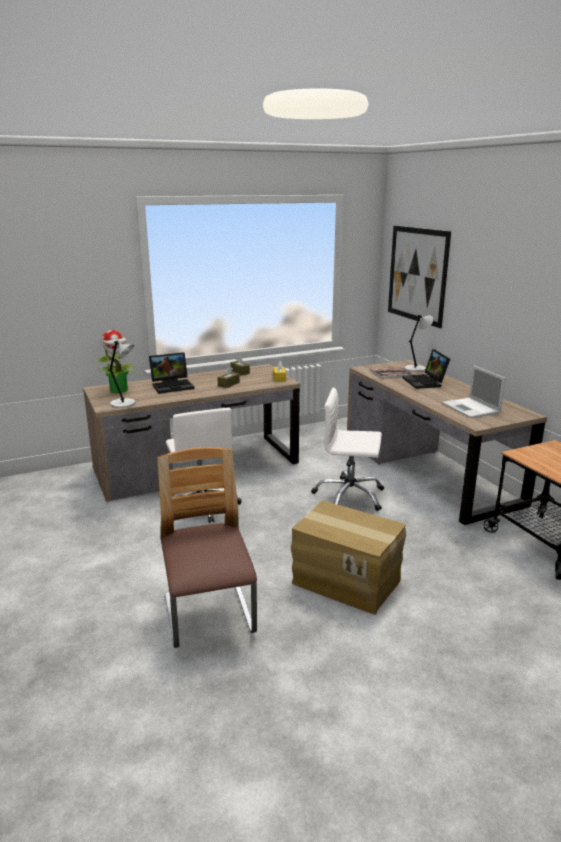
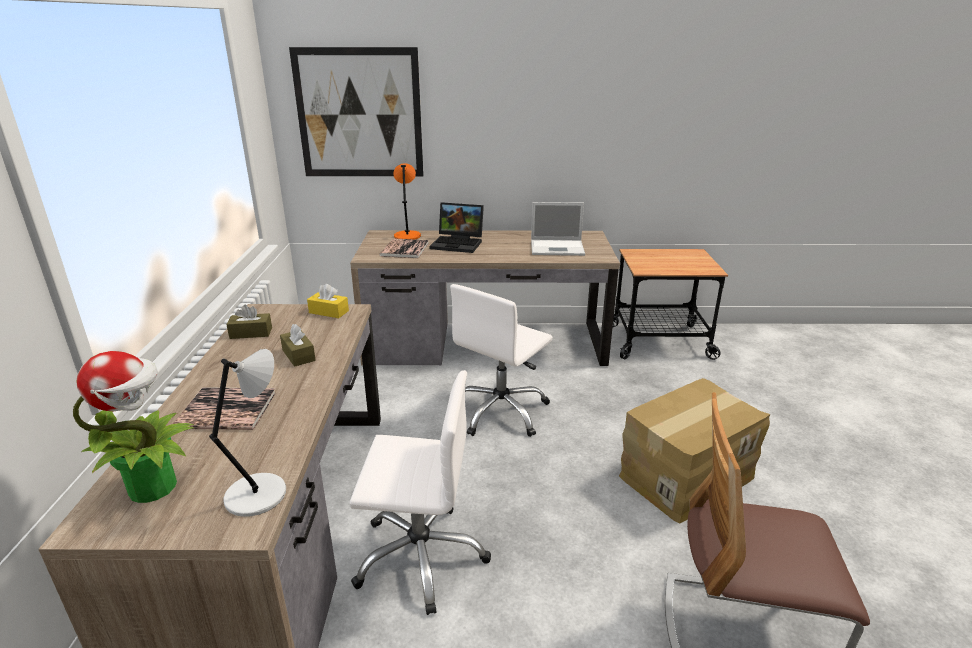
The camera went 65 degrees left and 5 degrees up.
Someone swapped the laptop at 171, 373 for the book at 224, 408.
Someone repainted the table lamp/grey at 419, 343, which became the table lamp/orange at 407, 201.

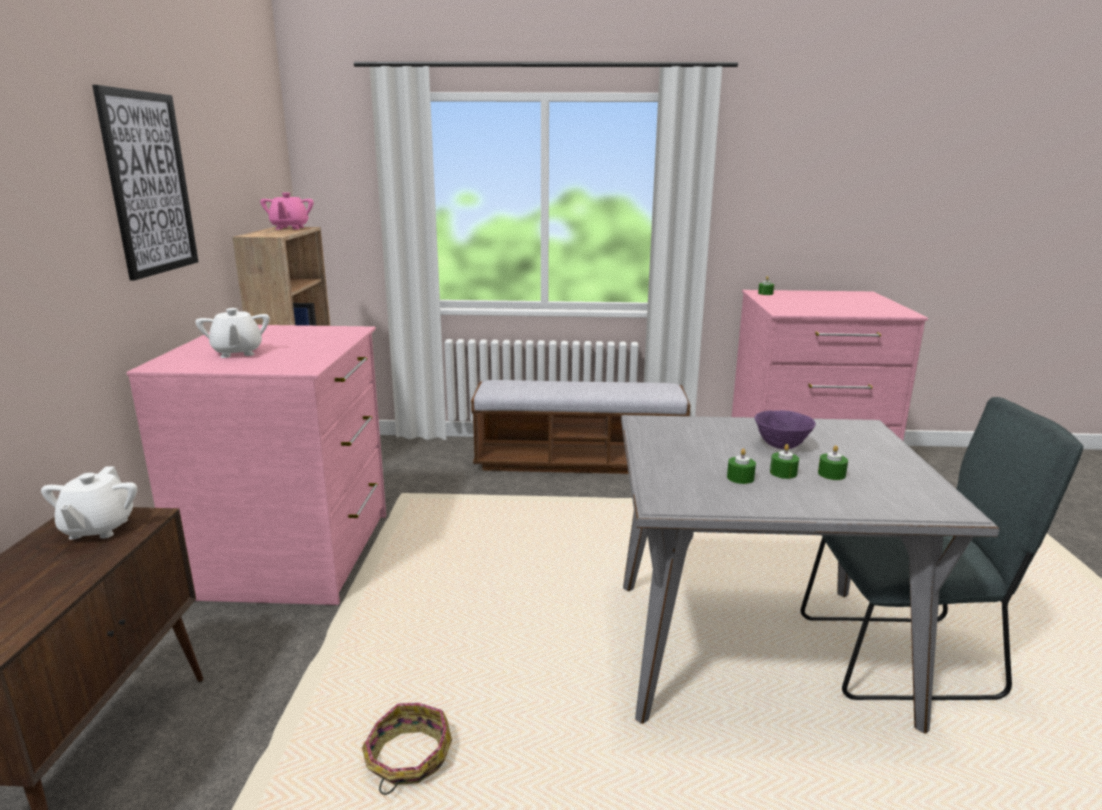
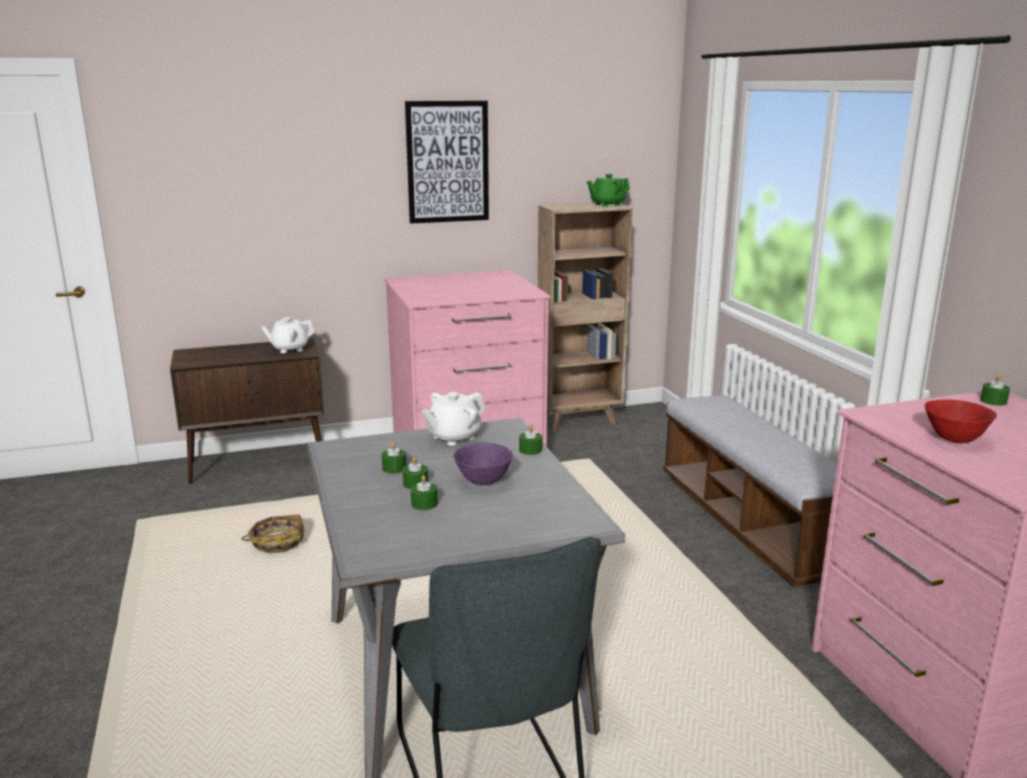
The camera went 70 degrees right and 0 degrees up.
Someone carried the teapot/white from 232, 333 to 453, 419.
Someone put down the candle/green at 530, 440.
Someone repainted the teapot/pink at 287, 211, which became the teapot/green at 608, 190.
Someone put down the bowl/red at 960, 421.

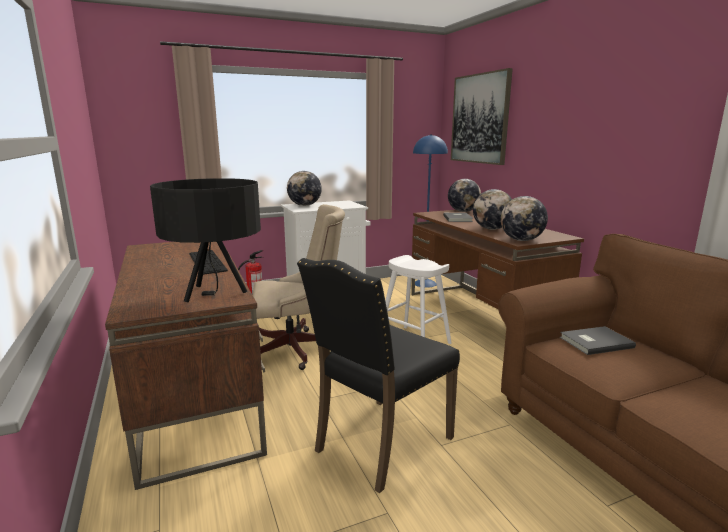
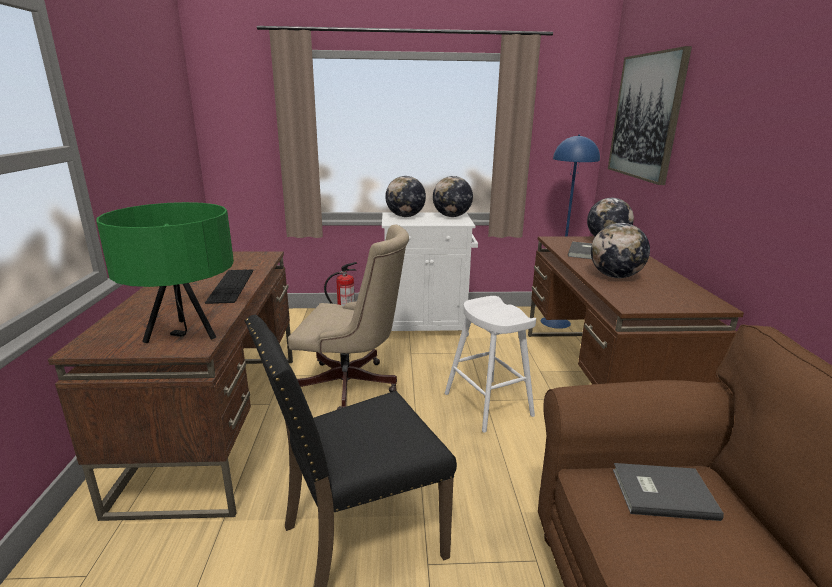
The camera went 20 degrees right and 5 degrees up.
Someone repainted the table lamp/black at 205, 240, which became the table lamp/green at 165, 272.
Someone carried the globe from 524, 218 to 453, 196.

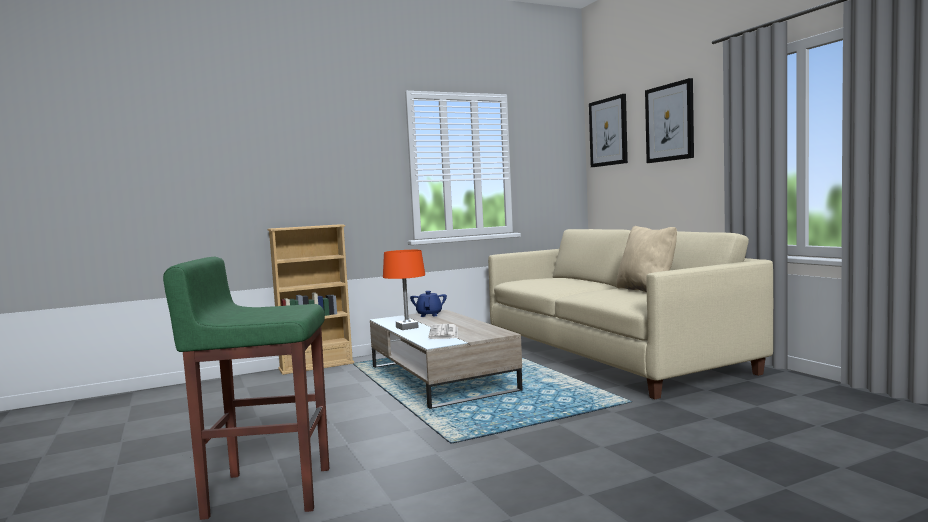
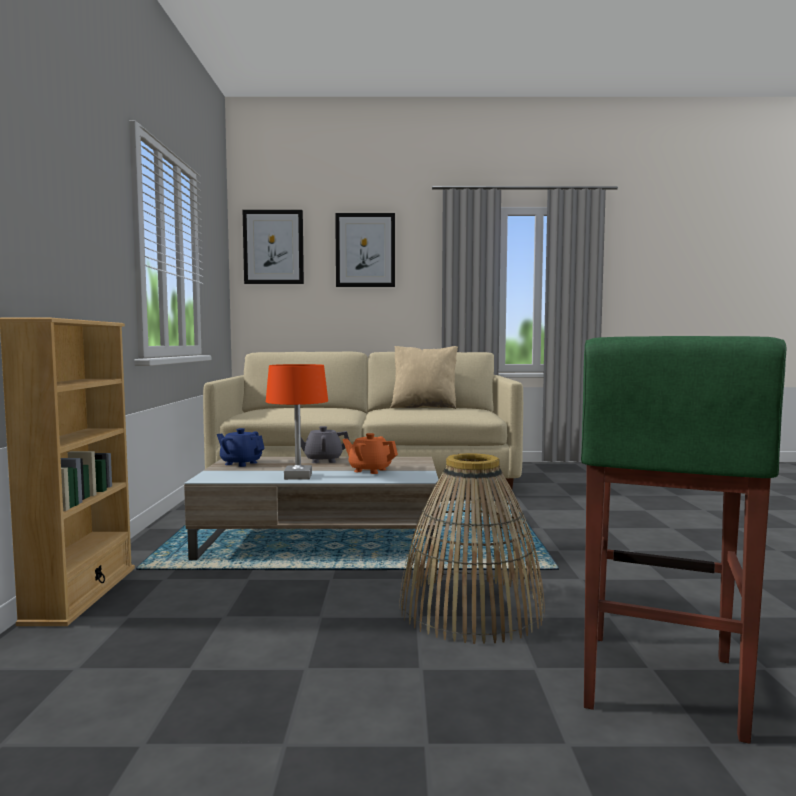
The camera went 65 degrees left and 0 degrees up.
Someone put down the teapot/grey at 325, 444.
Someone swapped the newspaper at 443, 331 for the teapot/orange at 370, 453.
Someone put down the basket at 472, 548.

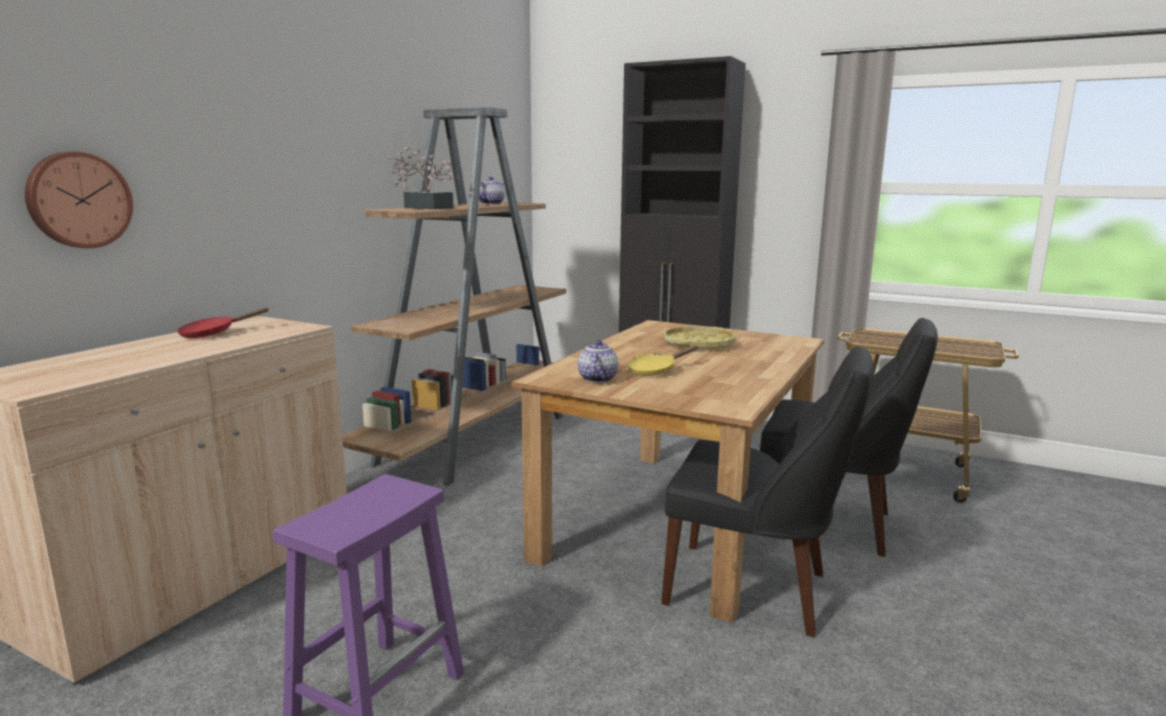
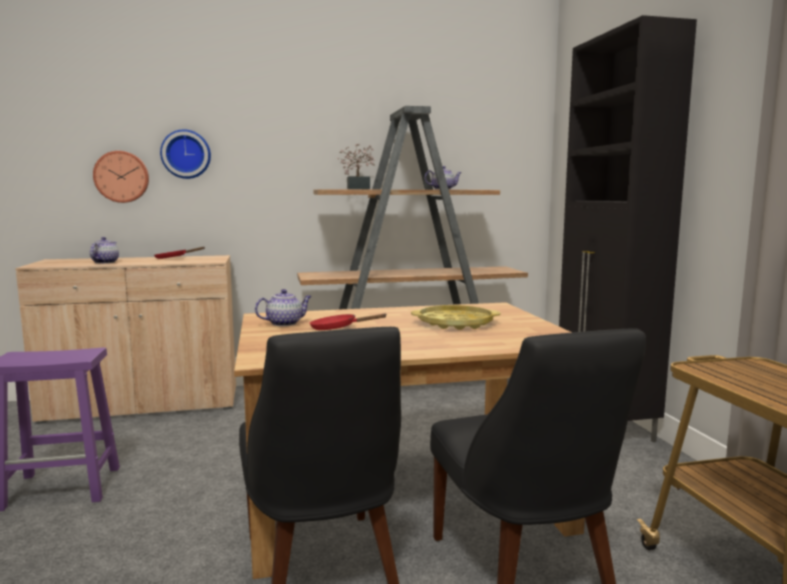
The camera went 50 degrees right and 5 degrees down.
Someone put down the teapot at 104, 250.
Someone put up the wall clock at 185, 154.
Someone repainted the frying pan/yellow at 662, 360, which became the frying pan/red at 348, 322.

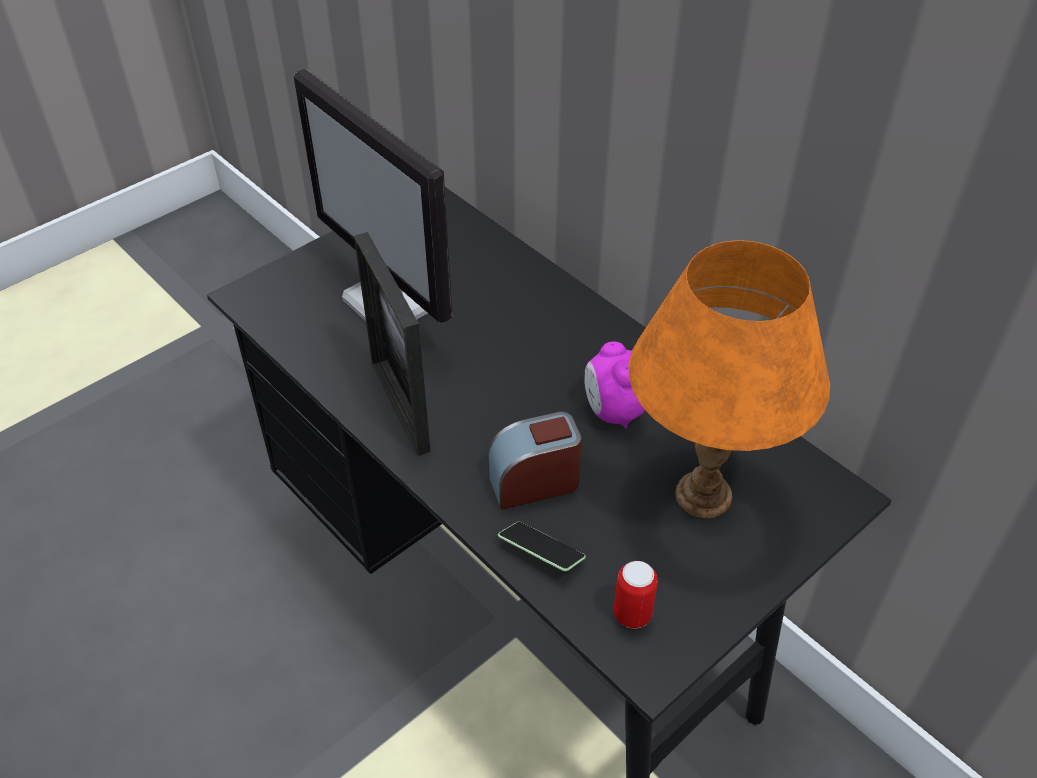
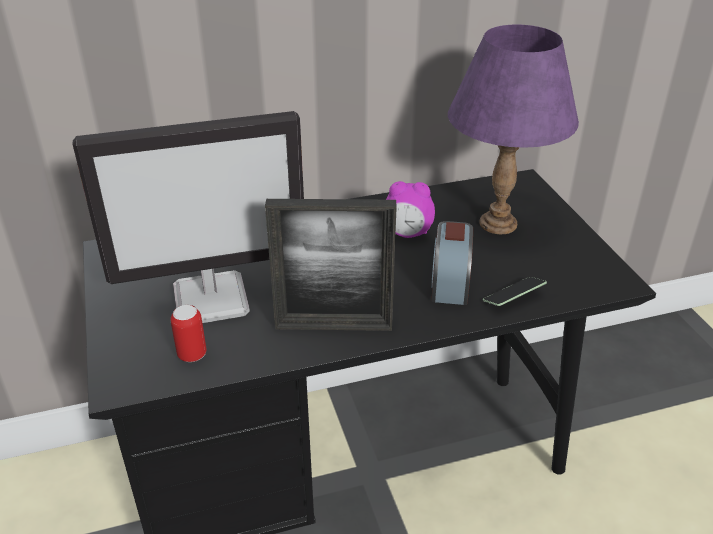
The camera went 65 degrees left and 10 degrees down.
Someone carried the can from 636, 595 to 188, 333.
Someone repainted the table lamp/orange at 729, 379, which became the table lamp/purple at 513, 129.

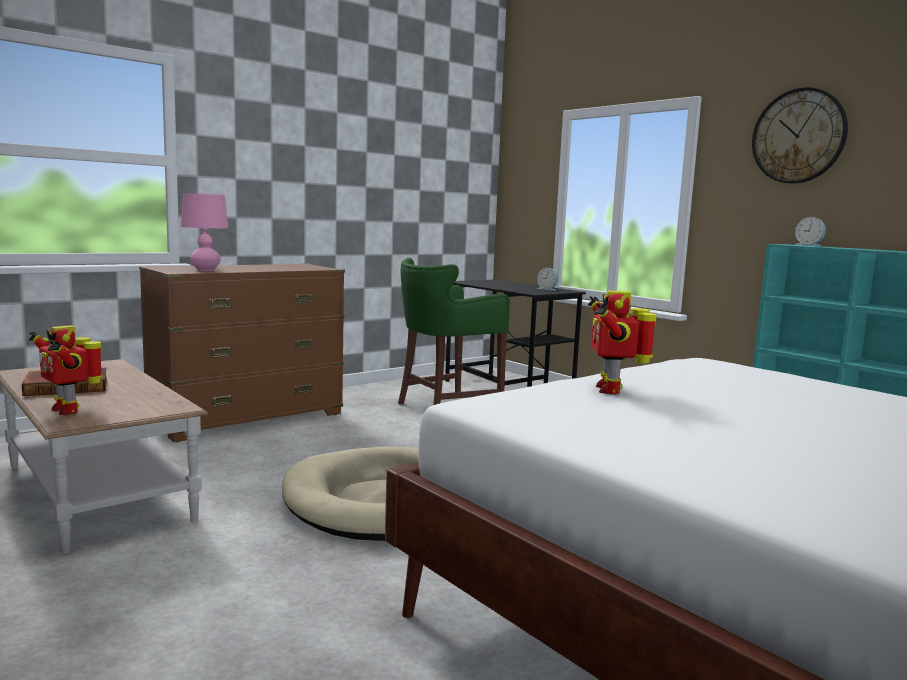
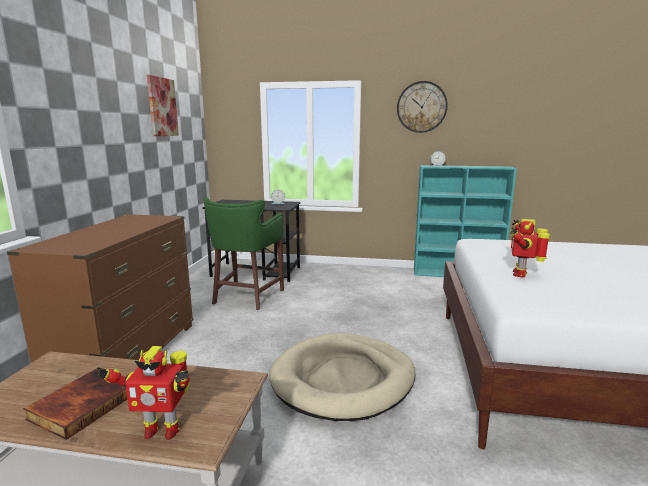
The camera went 40 degrees left and 5 degrees up.
Someone put up the picture at 163, 105.
Someone rotated the toy robot at 622, 342 by 60 degrees clockwise.
Someone took away the table lamp/pink at 204, 232.

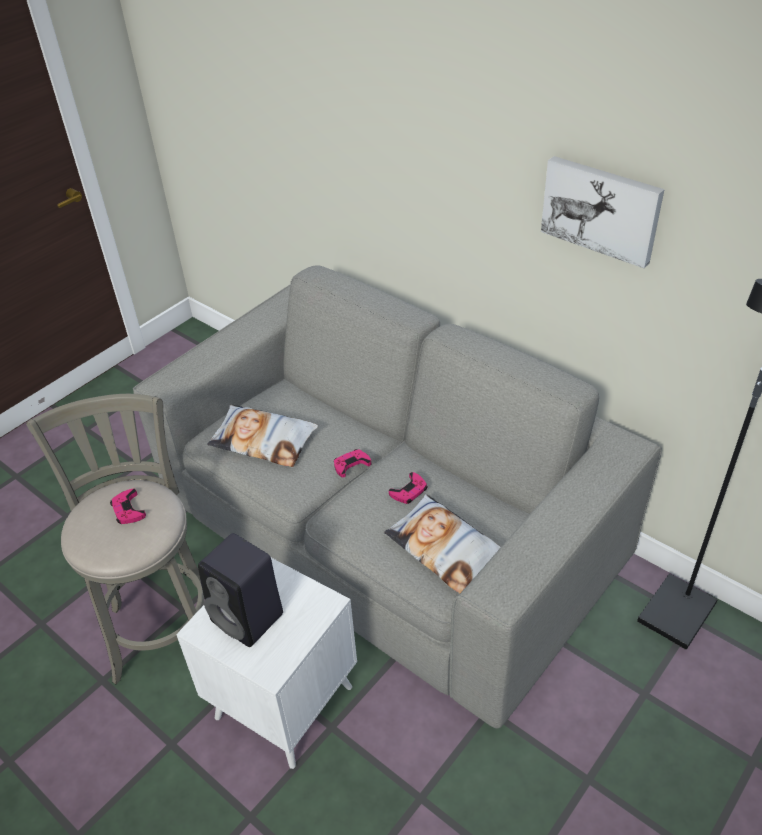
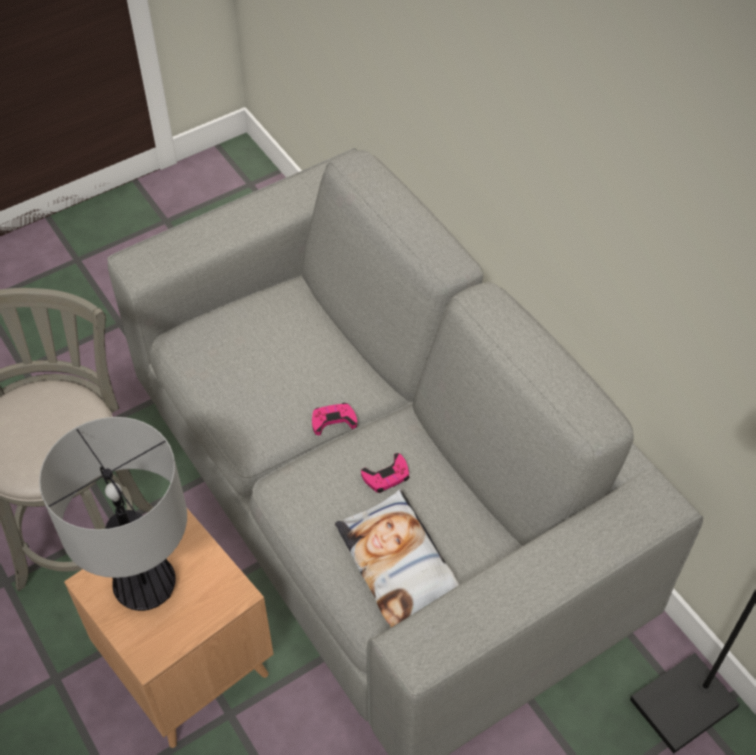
The camera went 15 degrees right and 10 degrees up.
Someone swapped the speaker/black at 240, 590 for the table lamp at 113, 514.
Someone repainted the side table/white at 266, 663, which became the side table/brown at 168, 627.
Someone took away the game controller/pink at 128, 506.
Someone took away the pillow at 262, 436.
Someone took away the picture at 603, 212.

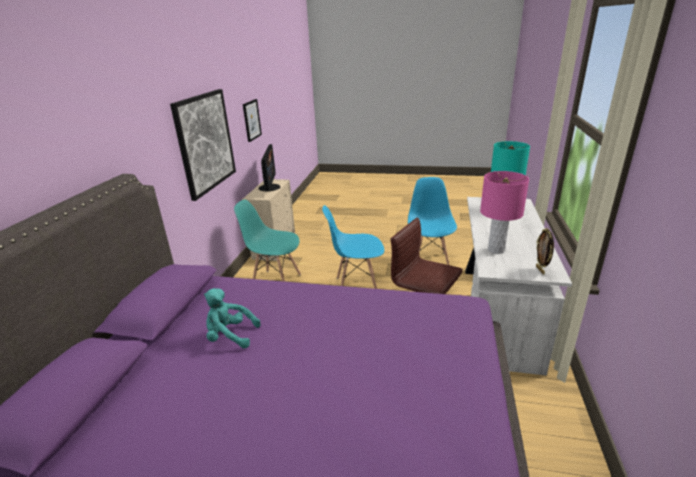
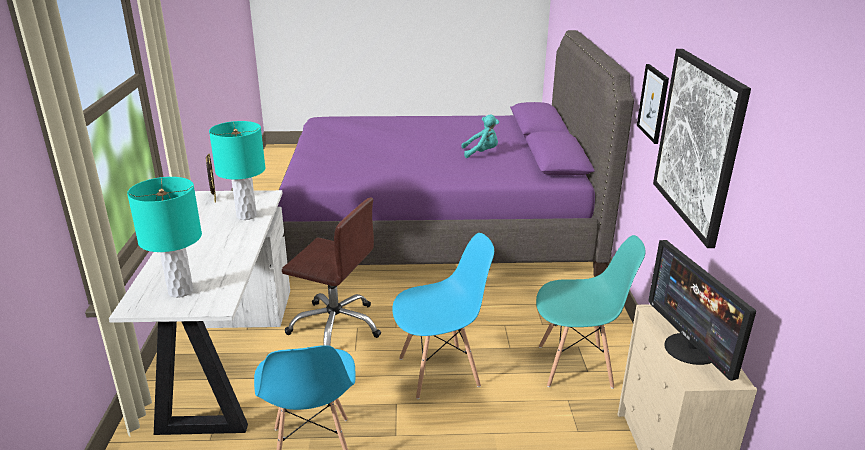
The camera went 165 degrees right and 0 degrees up.
Someone repainted the table lamp/pink at 504, 212, which became the table lamp/turquoise at 237, 170.
Someone carried the picture from 252, 120 to 653, 104.

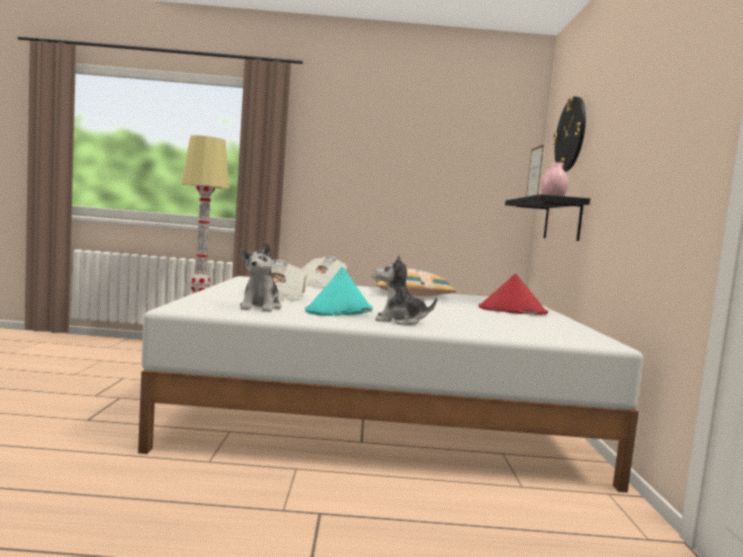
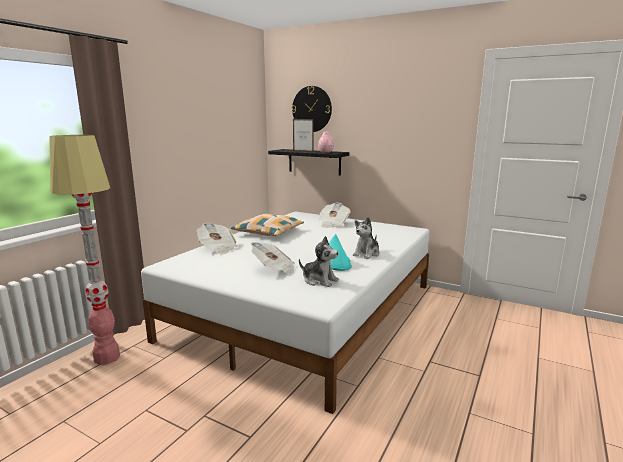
The camera went 60 degrees left and 10 degrees up.
Someone swapped the hat/red at 513, 294 for the newspaper at 335, 215.

